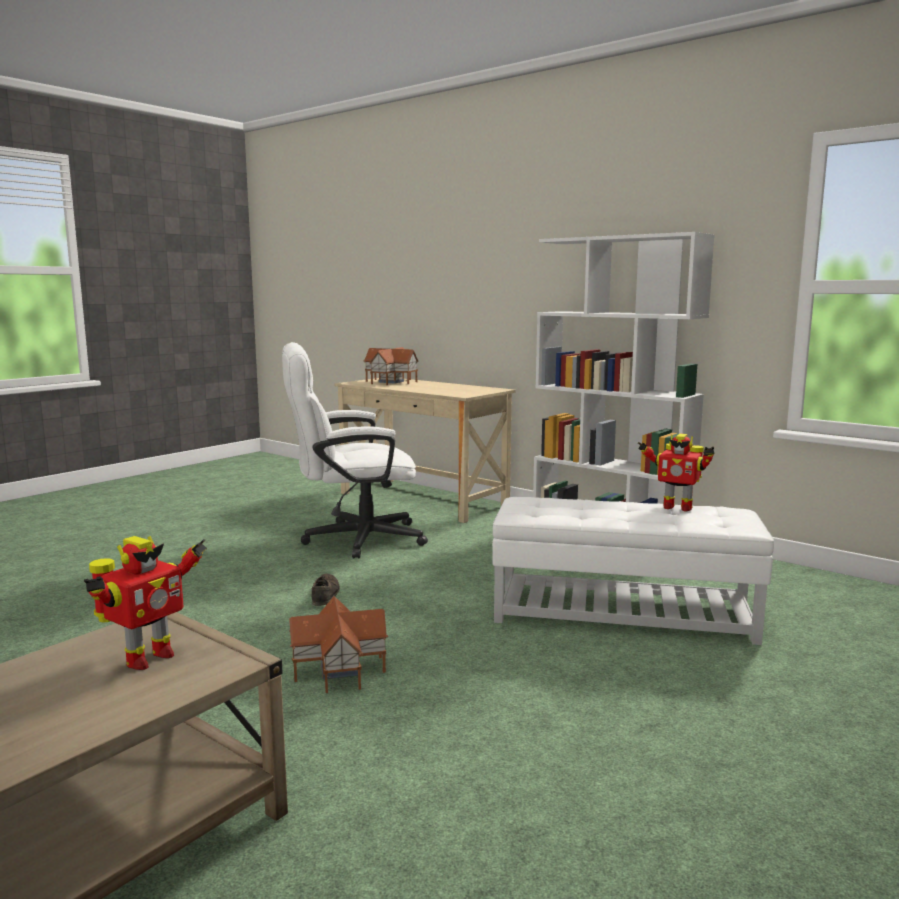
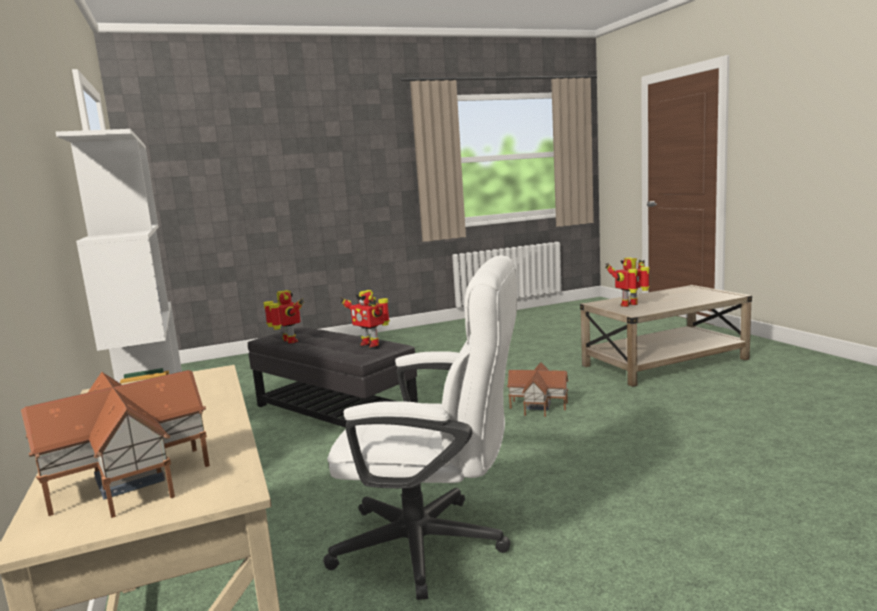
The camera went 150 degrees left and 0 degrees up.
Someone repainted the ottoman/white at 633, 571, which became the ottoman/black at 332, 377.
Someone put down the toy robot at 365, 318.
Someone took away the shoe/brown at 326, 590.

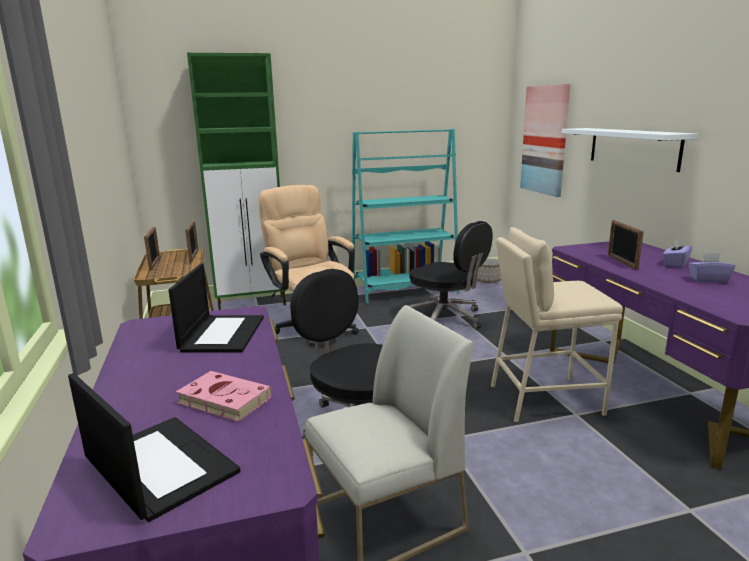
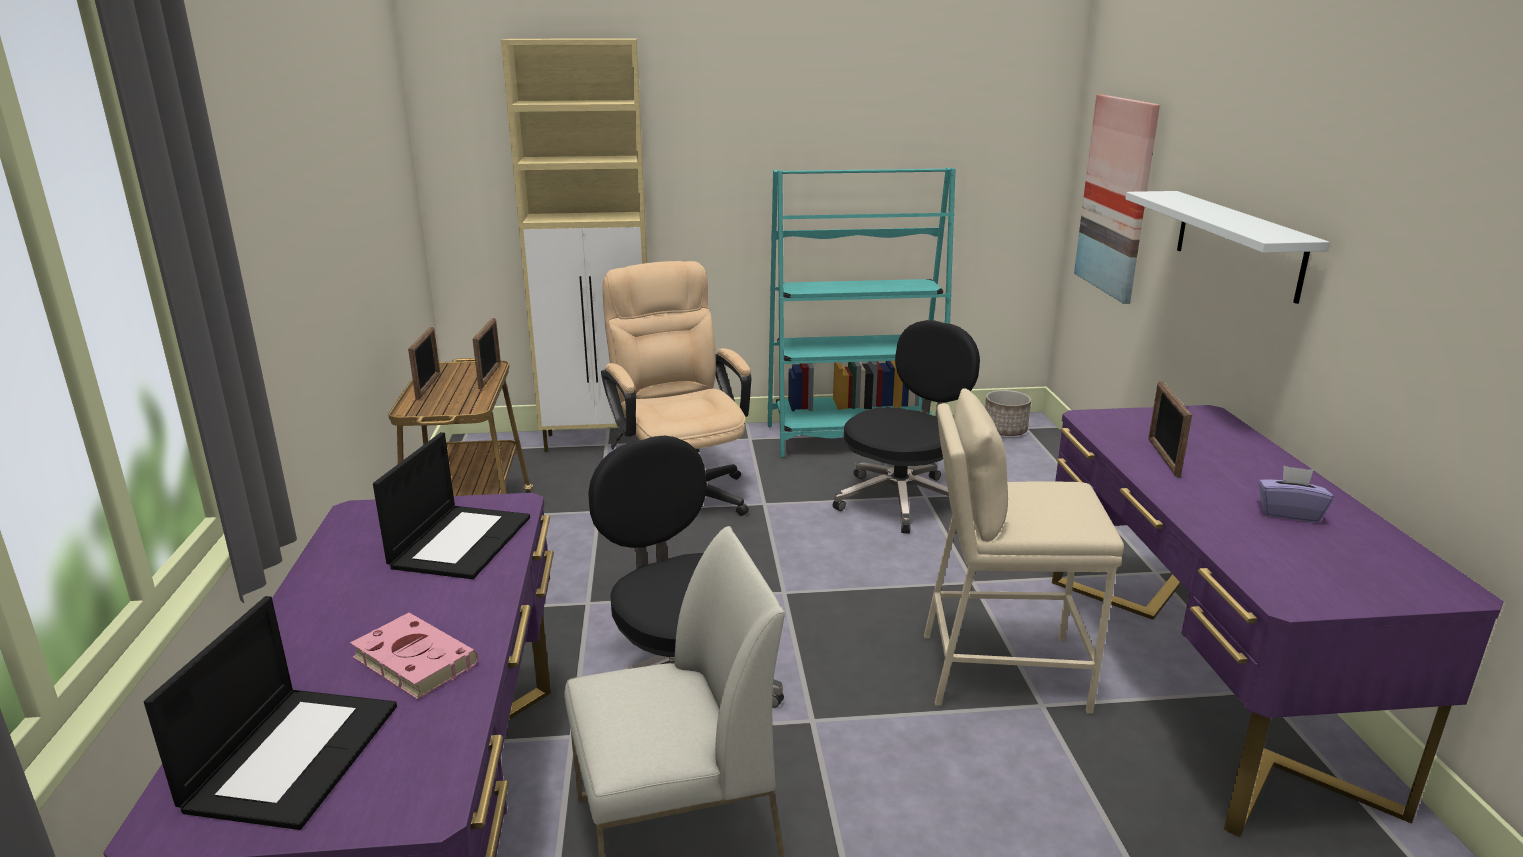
The camera went 10 degrees right and 5 degrees up.
Someone rotated the laptop at 154, 447 by 45 degrees clockwise.
Someone repainted the cabinet/green at 237, 181, which became the cabinet/beige at 574, 245.
Someone rotated the office chair/black at 450, 275 by 105 degrees counterclockwise.
Someone took away the tissue box/purple at 677, 253.

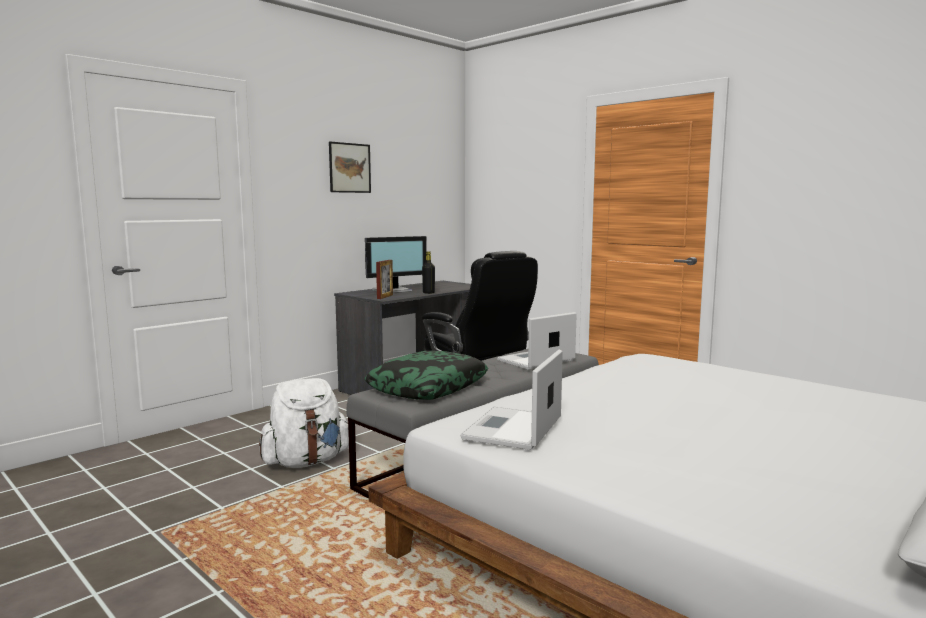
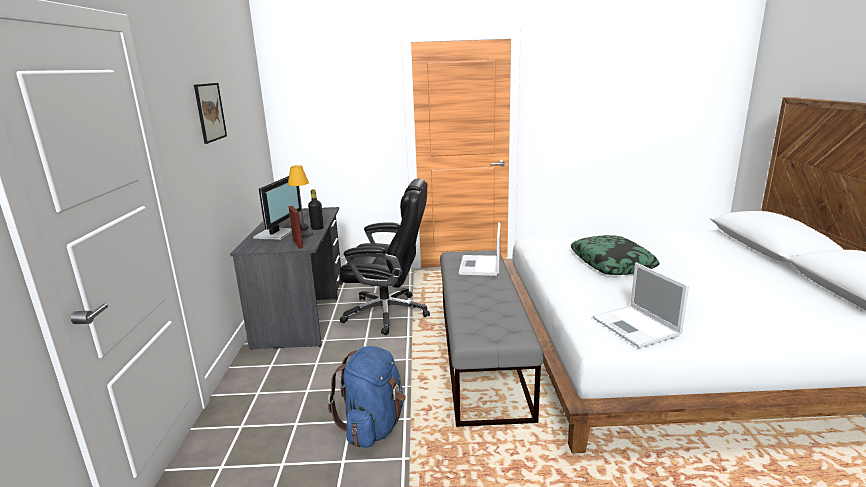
The camera went 45 degrees left and 10 degrees up.
Someone put down the table lamp at 300, 201.
Someone repainted the backpack/white at 304, 423, which became the backpack/blue at 367, 397.
Someone carried the pillow from 426, 375 to 615, 255.

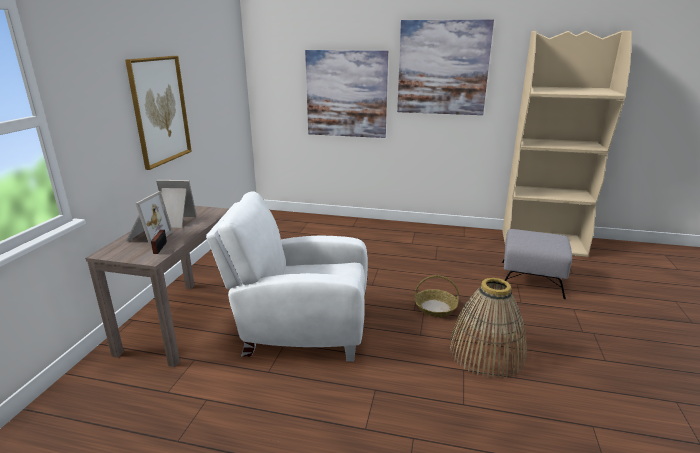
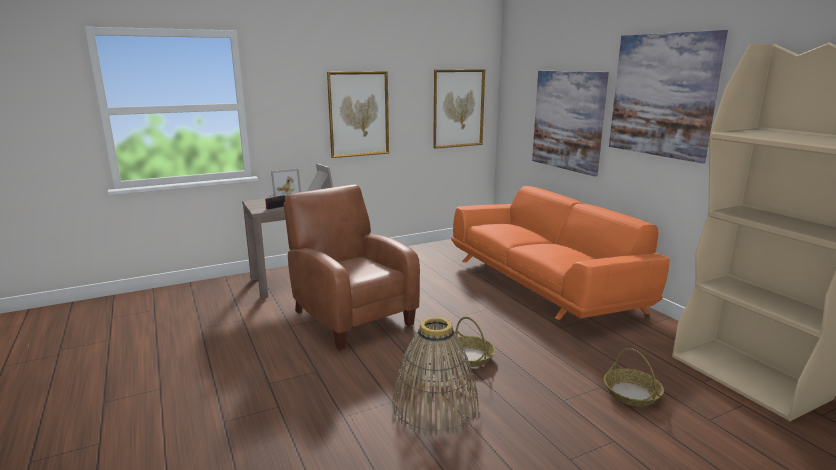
The camera went 50 degrees right and 5 degrees down.
Someone repainted the armchair/white at 287, 276, which became the armchair/brown at 352, 267.
Someone put up the picture at 459, 109.
Someone put down the sofa/orange at 560, 253.
Someone swapped the ottoman/grey at 536, 264 for the basket at 634, 377.

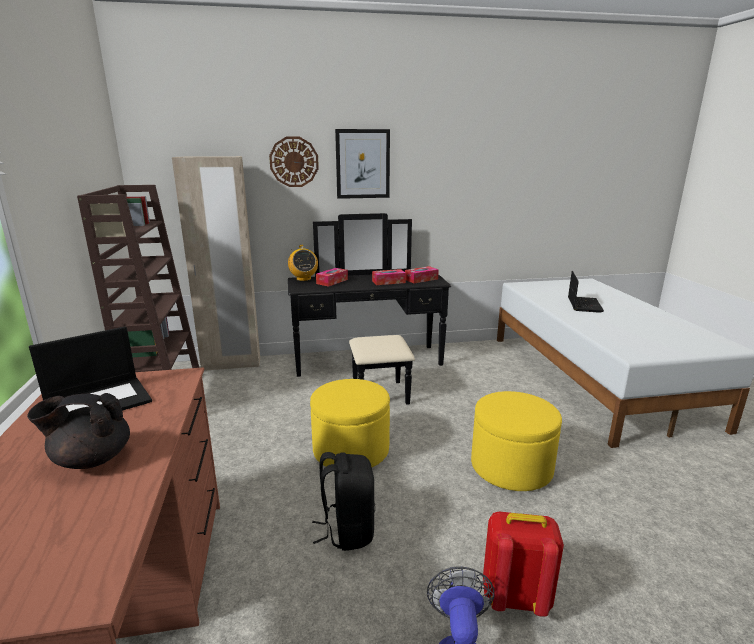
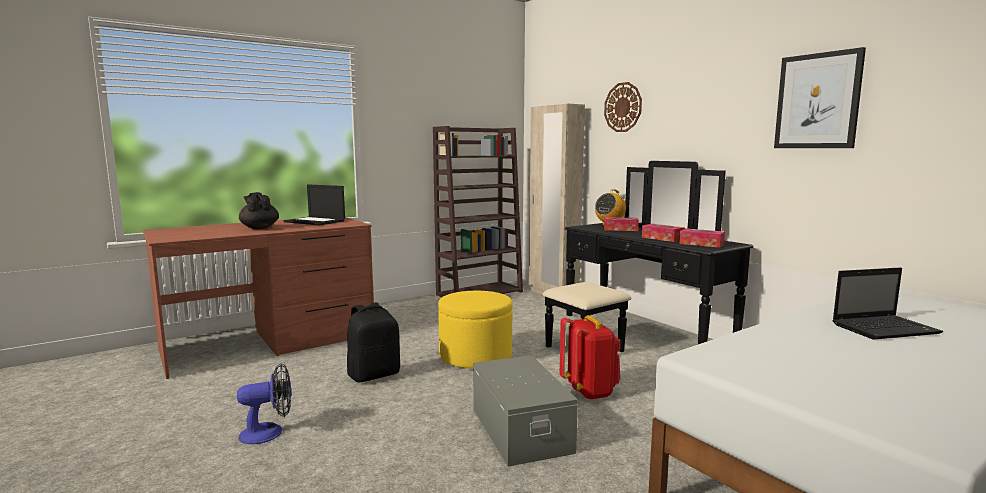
The camera went 65 degrees right and 10 degrees down.
Someone swapped the ottoman/yellow at 516, 441 for the storage box/grey at 525, 411.
Someone carried the backpack/red from 523, 564 to 590, 357.
Someone carried the picture from 362, 164 to 820, 97.

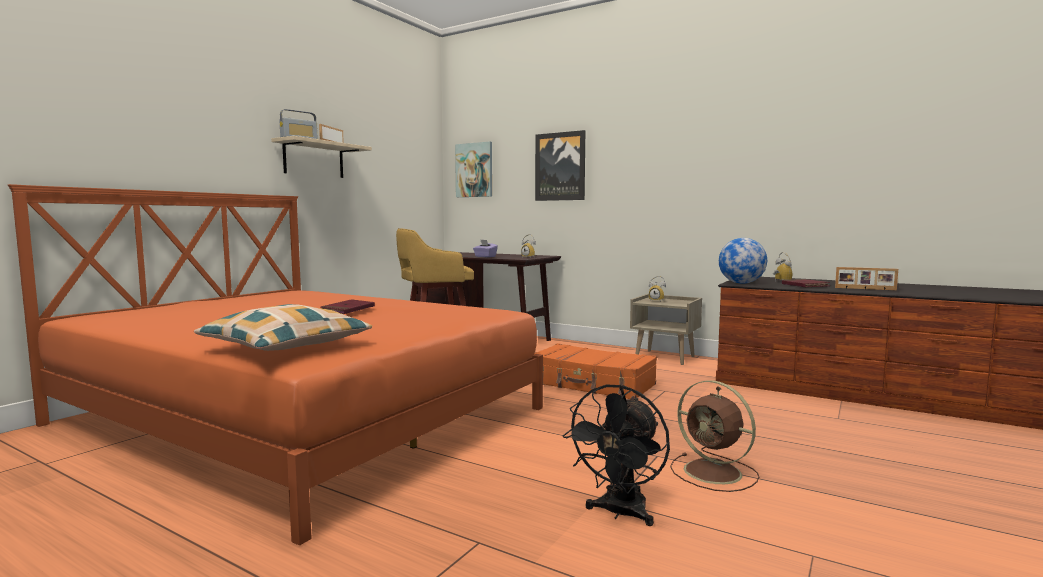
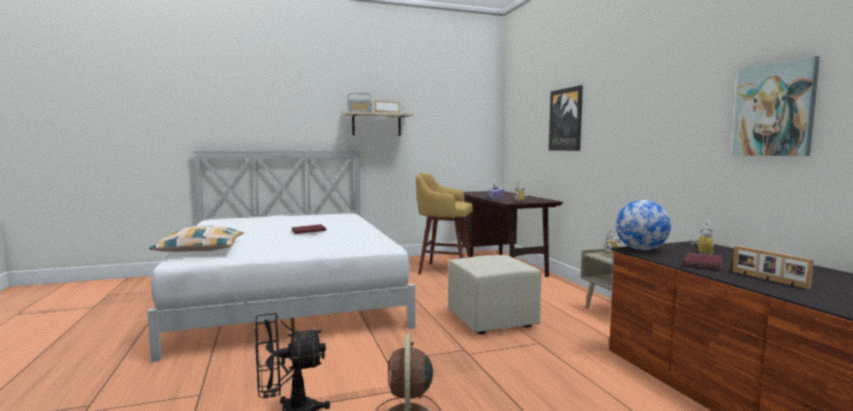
The camera went 40 degrees right and 0 degrees up.
Someone repainted the bed/orange at 275, 364, which became the bed/white at 281, 256.
Someone swapped the suitcase/orange at 595, 371 for the ottoman/beige at 494, 294.
Someone carried the picture from 473, 169 to 776, 106.

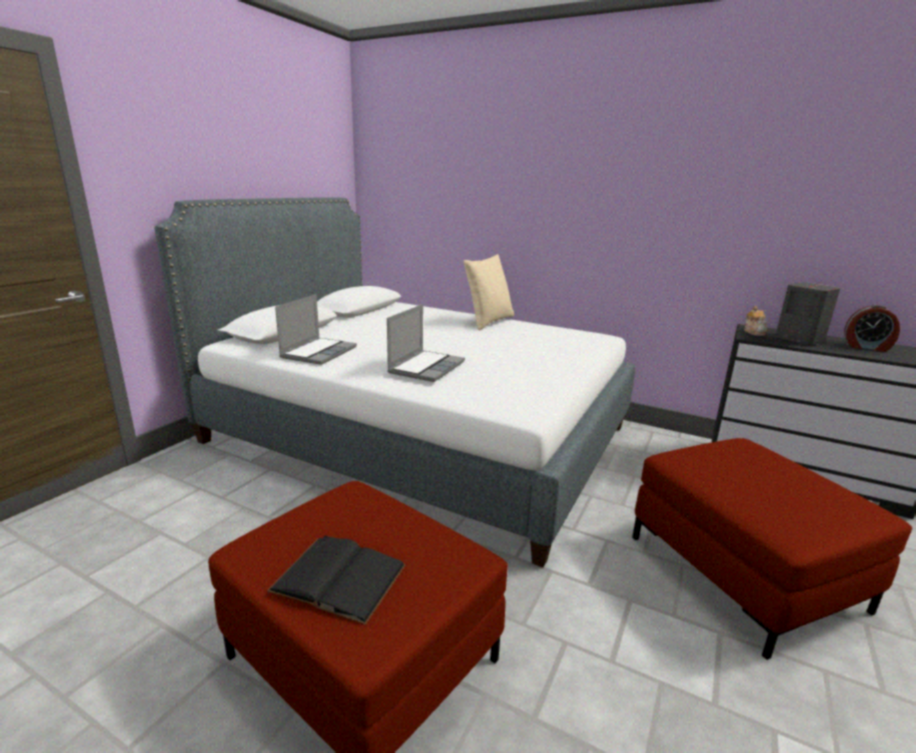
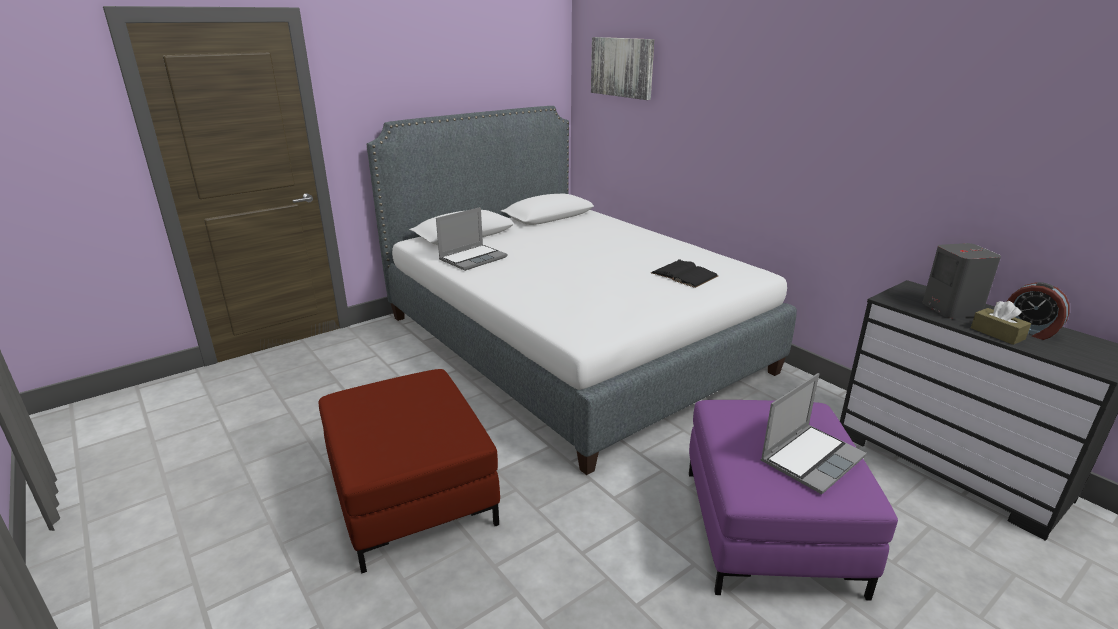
The camera went 25 degrees right and 5 degrees up.
Someone put up the picture at 622, 68.
Someone carried the book/black from 336, 580 to 684, 273.
Someone repainted the ottoman/red at 772, 549, which became the ottoman/purple at 793, 500.
Someone carried the laptop from 426, 343 to 814, 433.
Someone put down the tissue box/brown at 1001, 323.
Someone took away the pillow/beige at 489, 292.
Someone took away the teapot at 756, 321.

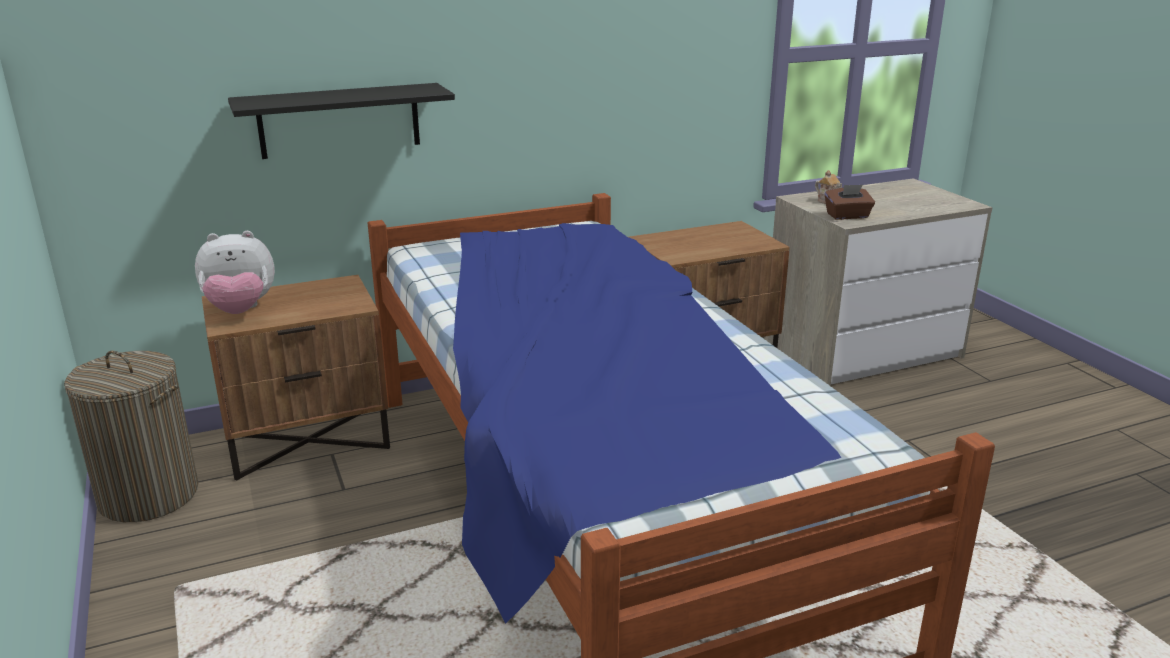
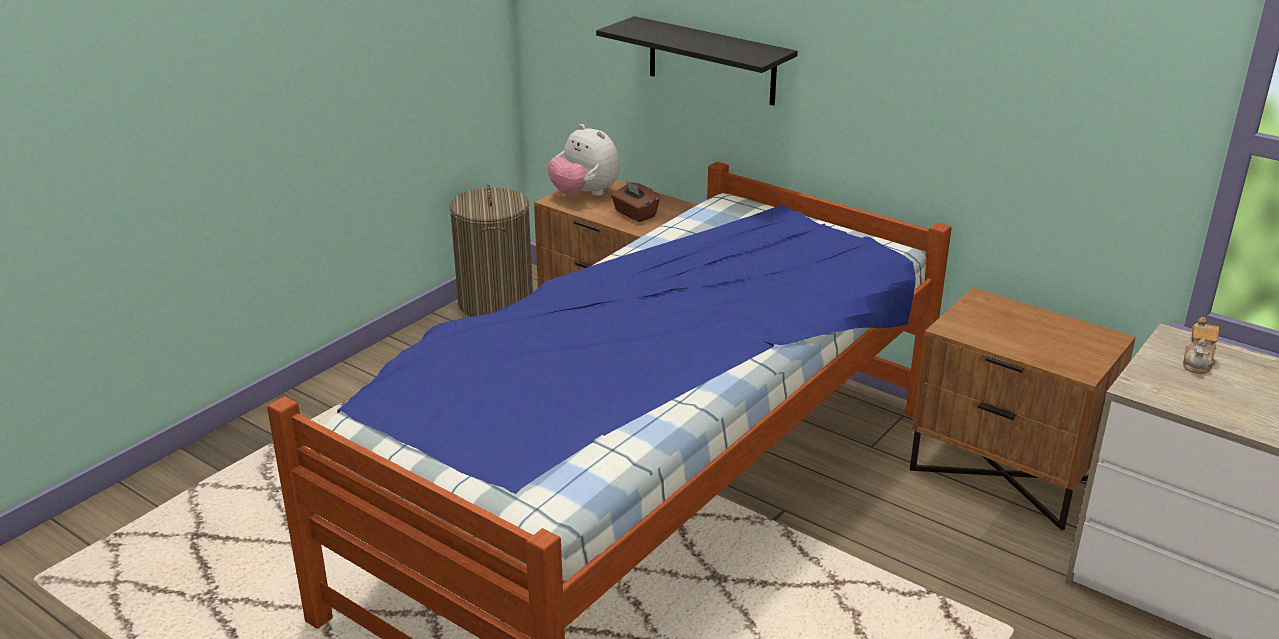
The camera went 60 degrees right and 5 degrees up.
Someone carried the tissue box/brown from 850, 202 to 635, 201.

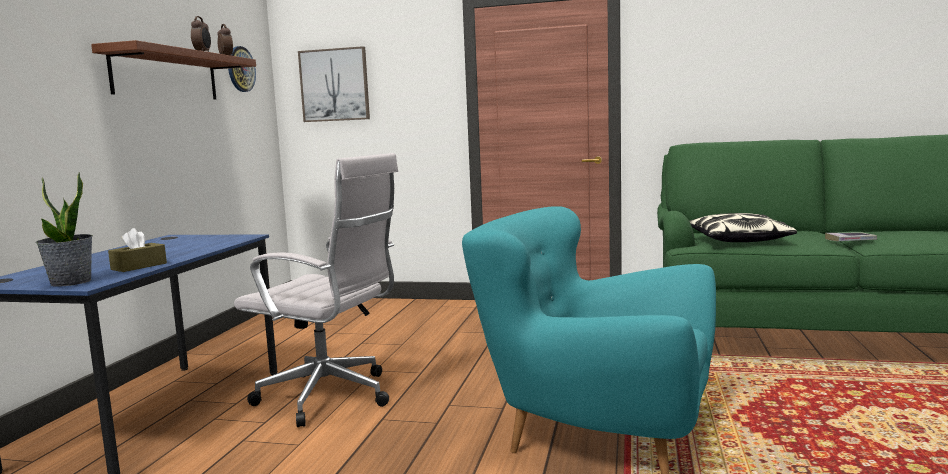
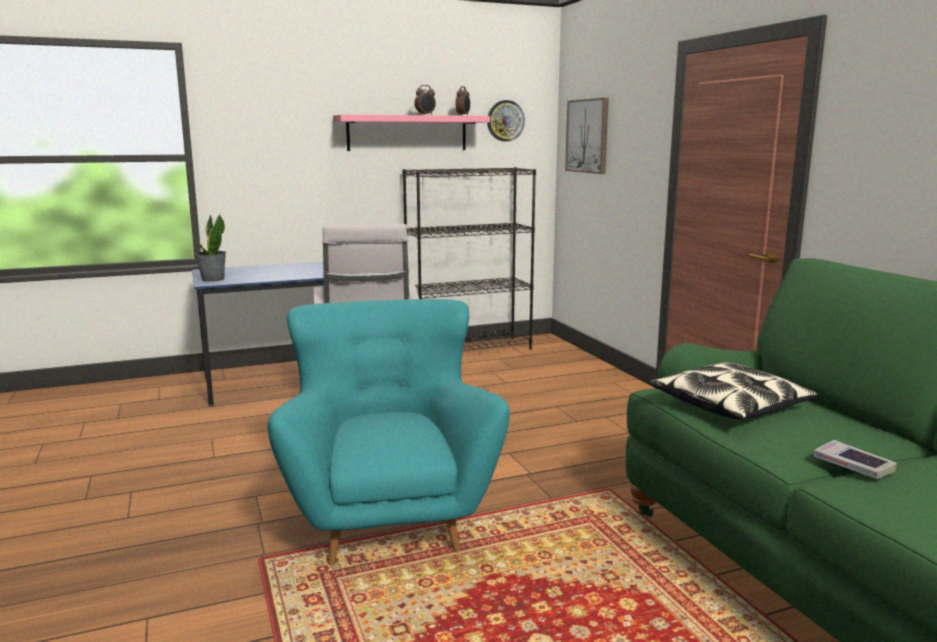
The camera went 55 degrees right and 5 degrees up.
Someone repainted the shelf/brown at 173, 70, which became the shelf/pink at 411, 132.
Someone put down the bookcase/black at 469, 259.
Someone took away the tissue box/brown at 137, 250.

